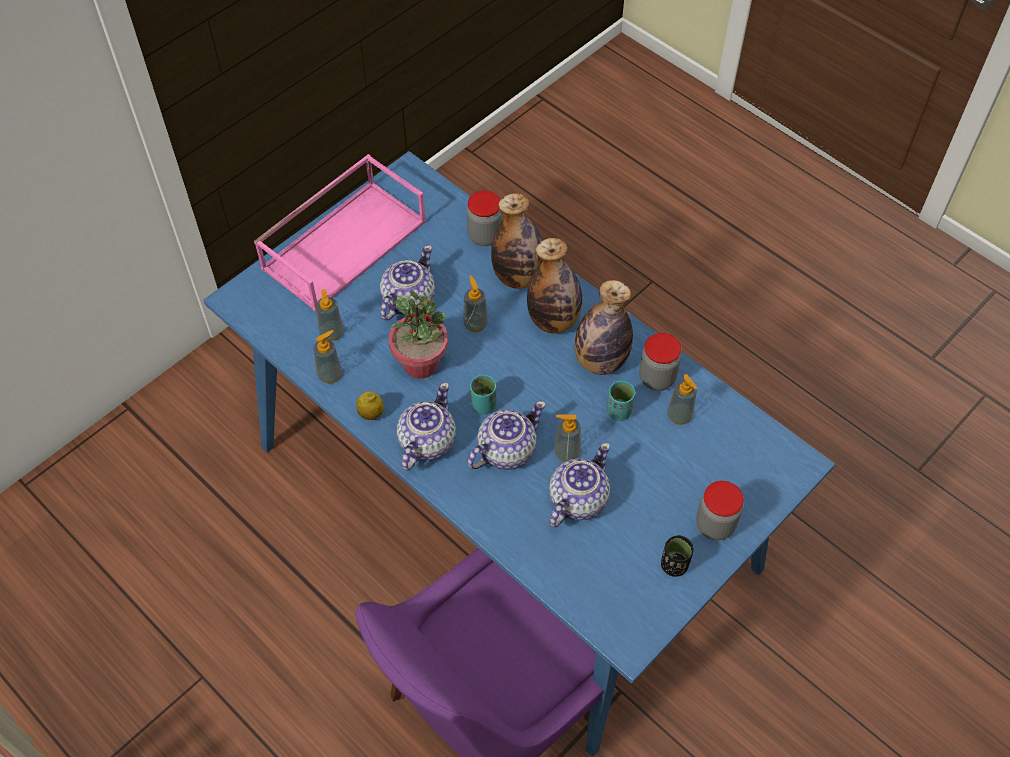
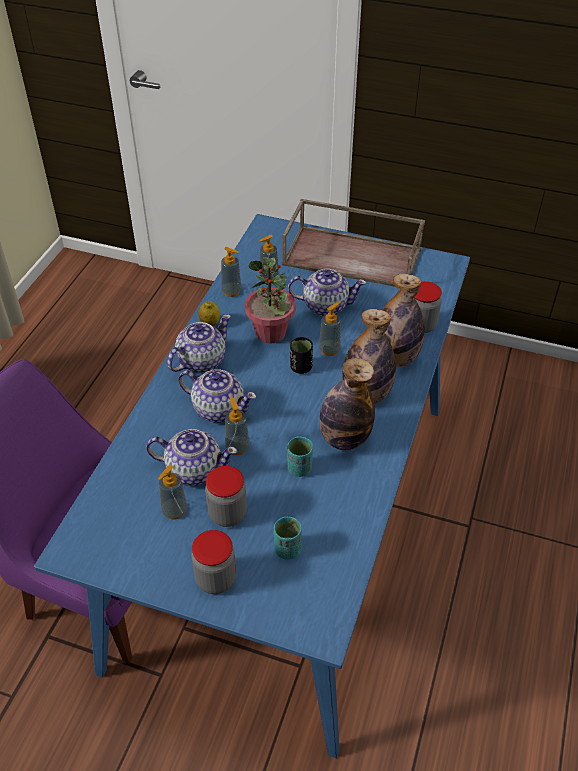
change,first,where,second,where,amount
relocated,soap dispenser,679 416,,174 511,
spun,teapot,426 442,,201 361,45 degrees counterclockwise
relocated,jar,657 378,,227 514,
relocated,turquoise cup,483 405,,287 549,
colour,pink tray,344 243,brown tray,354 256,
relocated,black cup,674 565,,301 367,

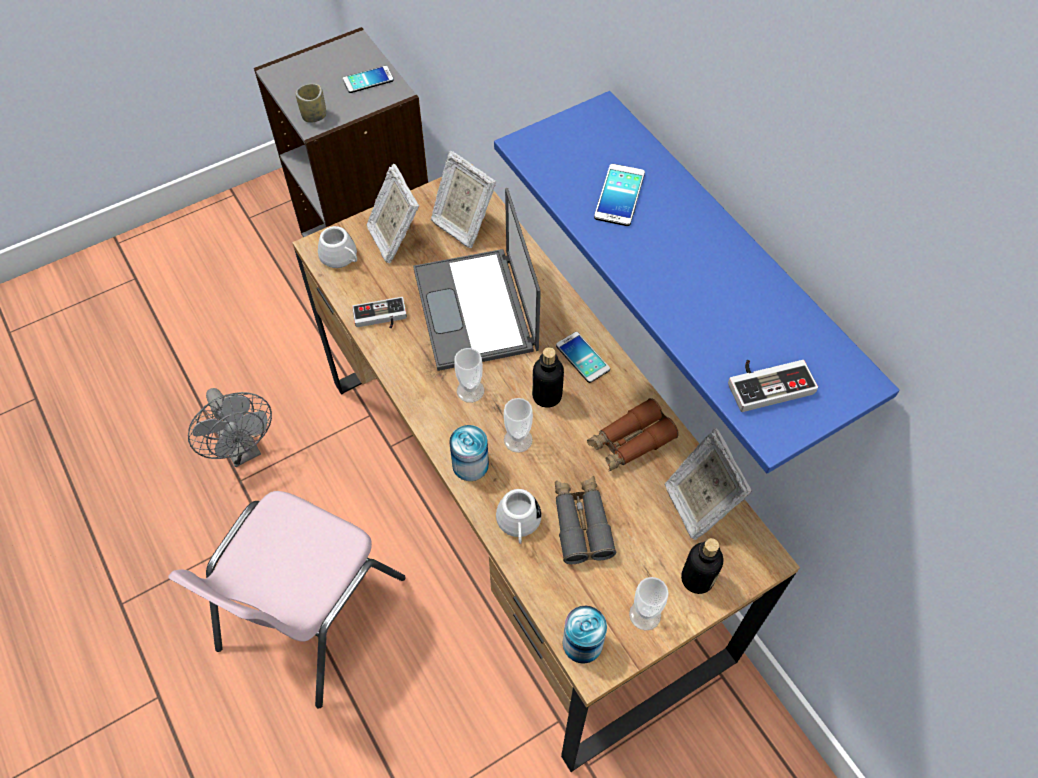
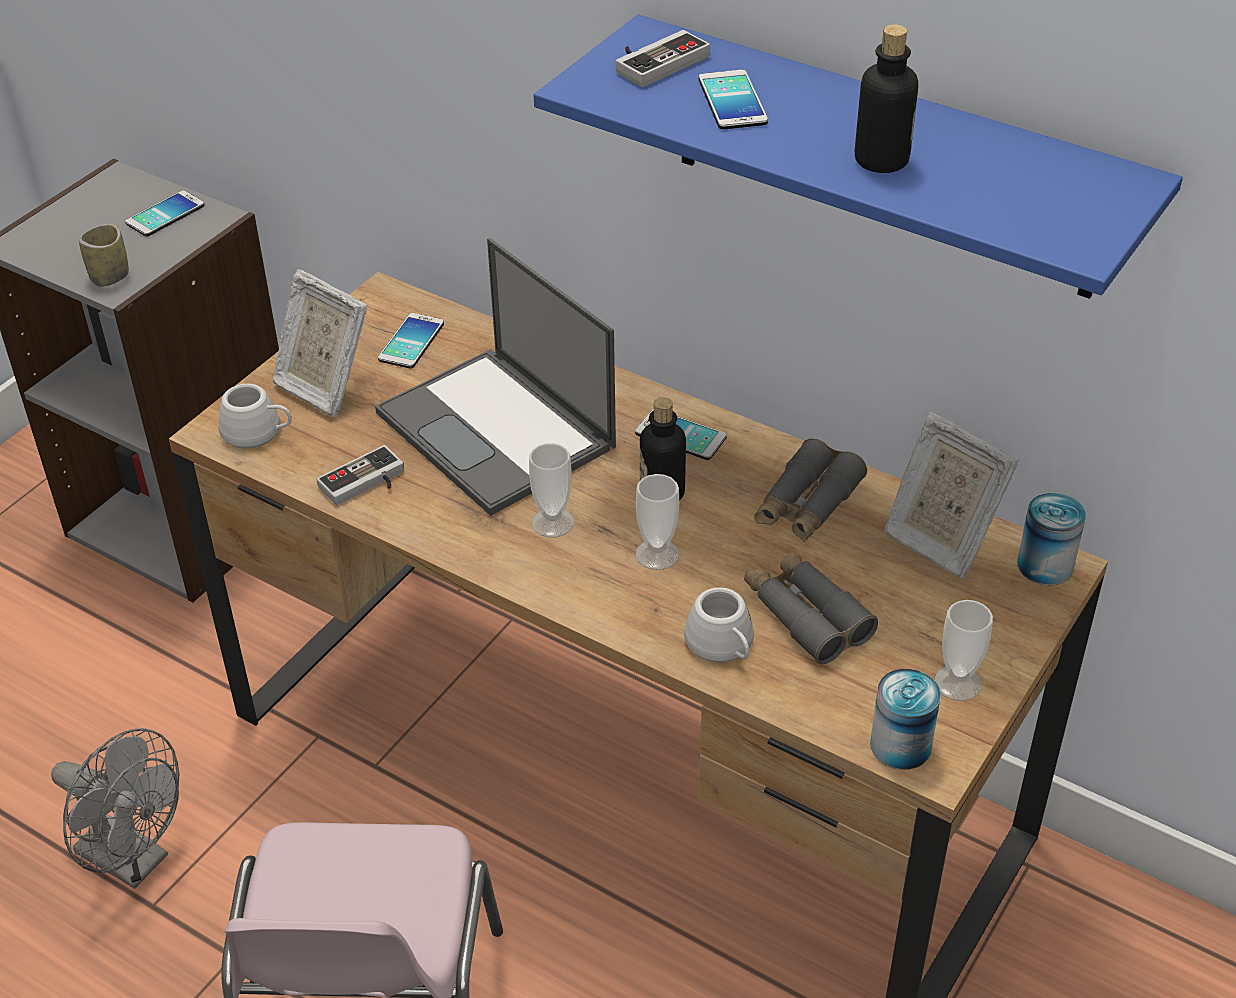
change,first,where,second,where,amount
exchanged,picture frame,462 224,phone,411 342,
relocated,game controller,767 382,,656 61,
colour,brown binoculars,630 442,grey binoculars,807 504,
relocated,bottle,697 578,,881 160,
relocated,can,470 464,,1045 565,

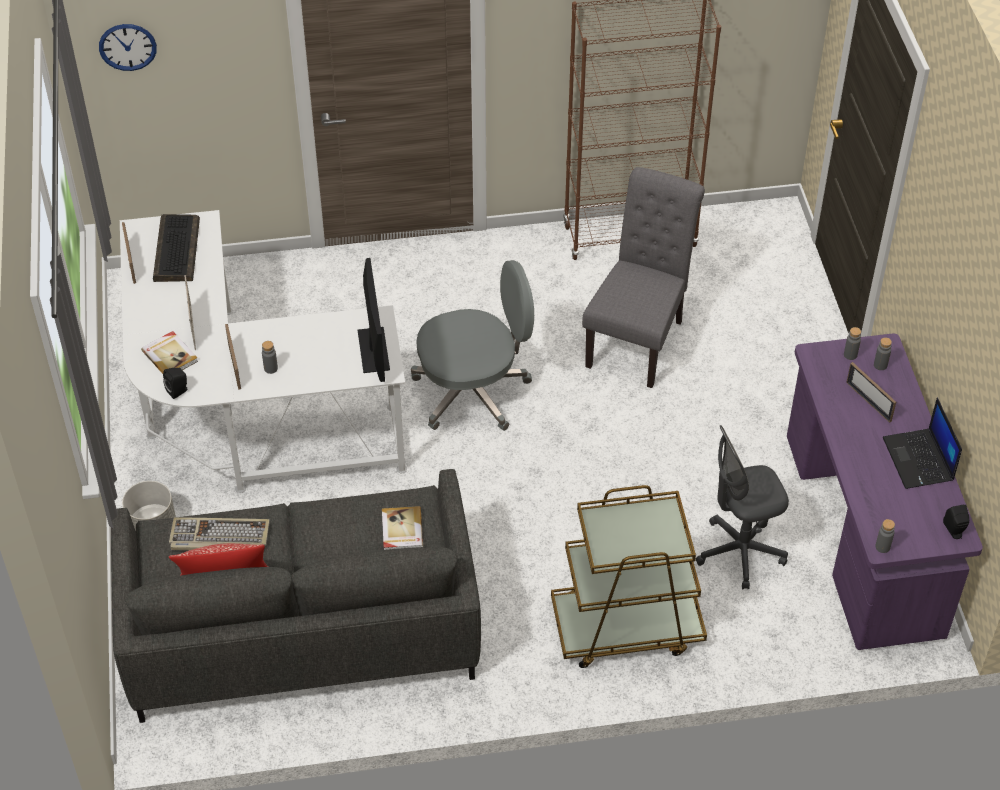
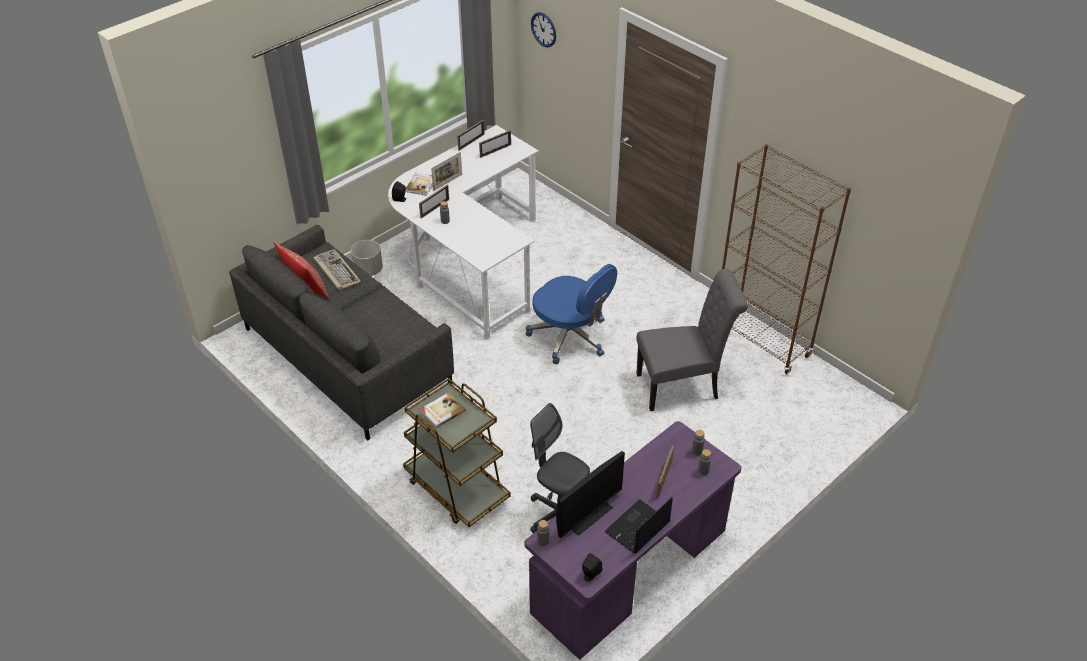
change,first,where,second,where,amount
relocated,book,401 530,,442 411,
exchanged,keyboard,176 249,picture frame,495 151,
colour,grey office chair,473 391,blue office chair,570 337,
relocated,monitor,373 350,,587 515,

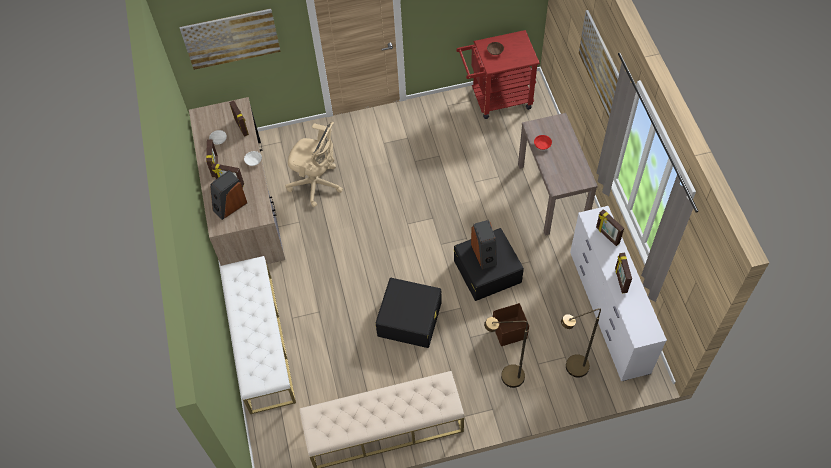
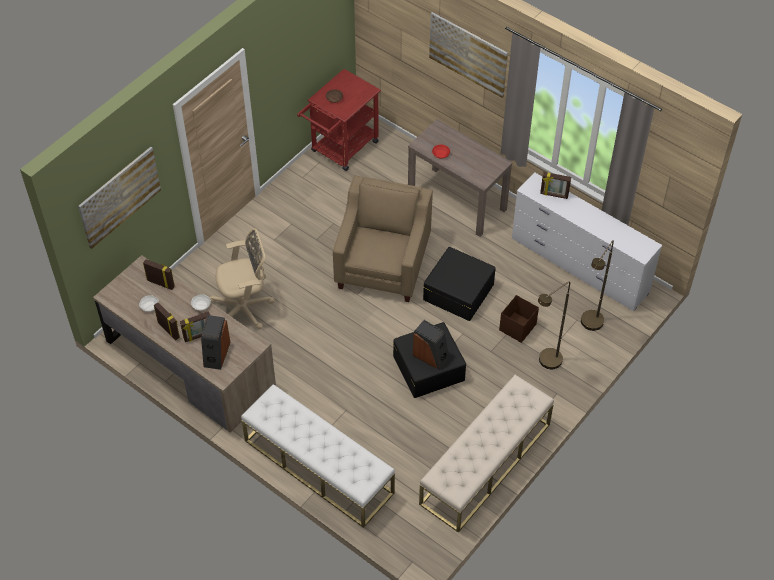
change,first,where,second,where,amount
appeared,,,beige armchair,383 264,
relocated,speaker,484 254,,431 356,
missing,picture frame,620 280,,,

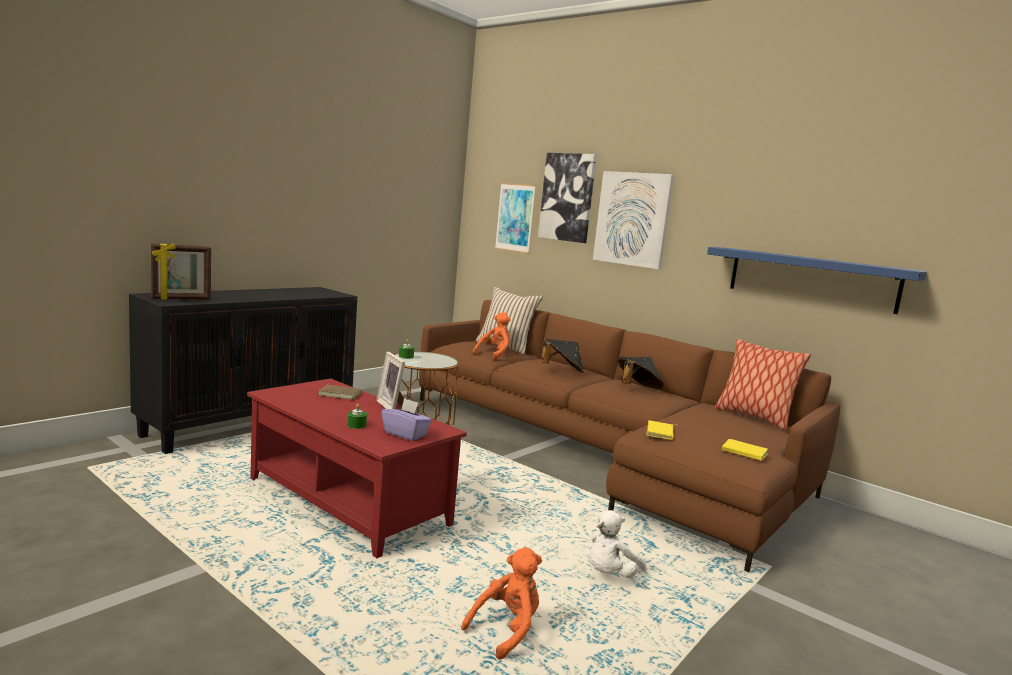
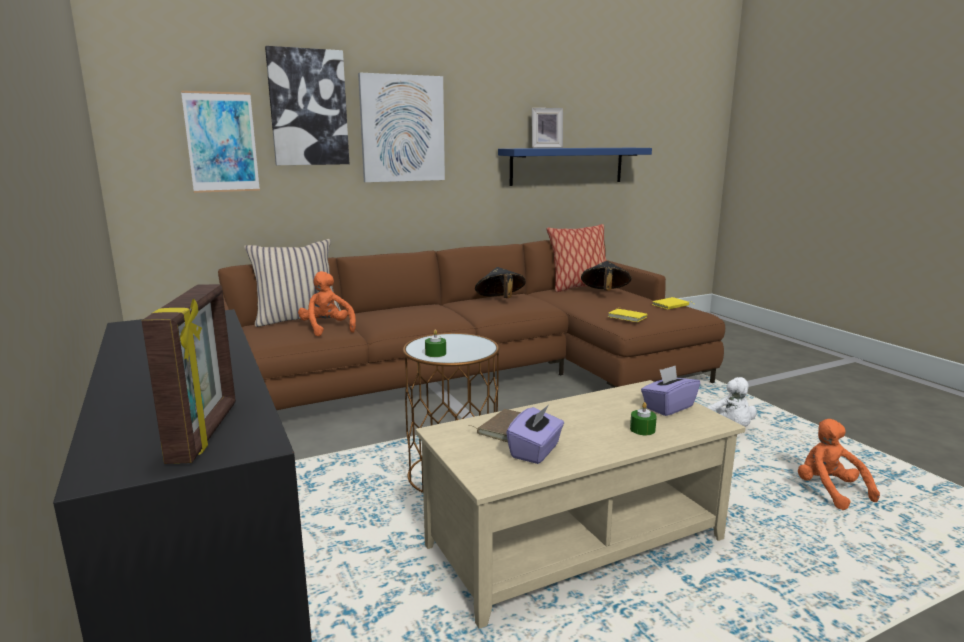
change,first,where,second,where,amount
colour,red coffee table,349 501,beige coffee table,574 542,
appeared,,,purple tissue box,535 451,
relocated,picture frame,392 406,,546 148,
relocated,black hat,562 371,,604 293,

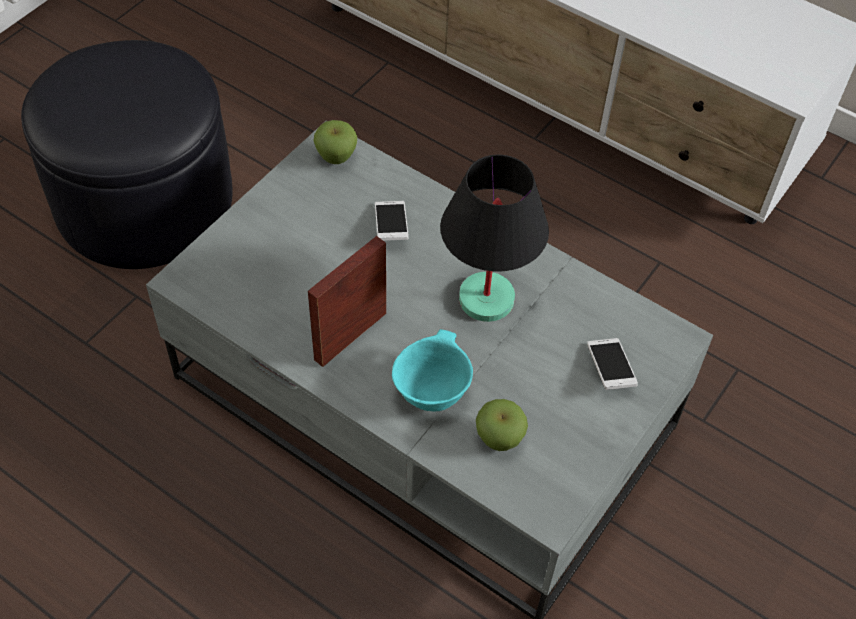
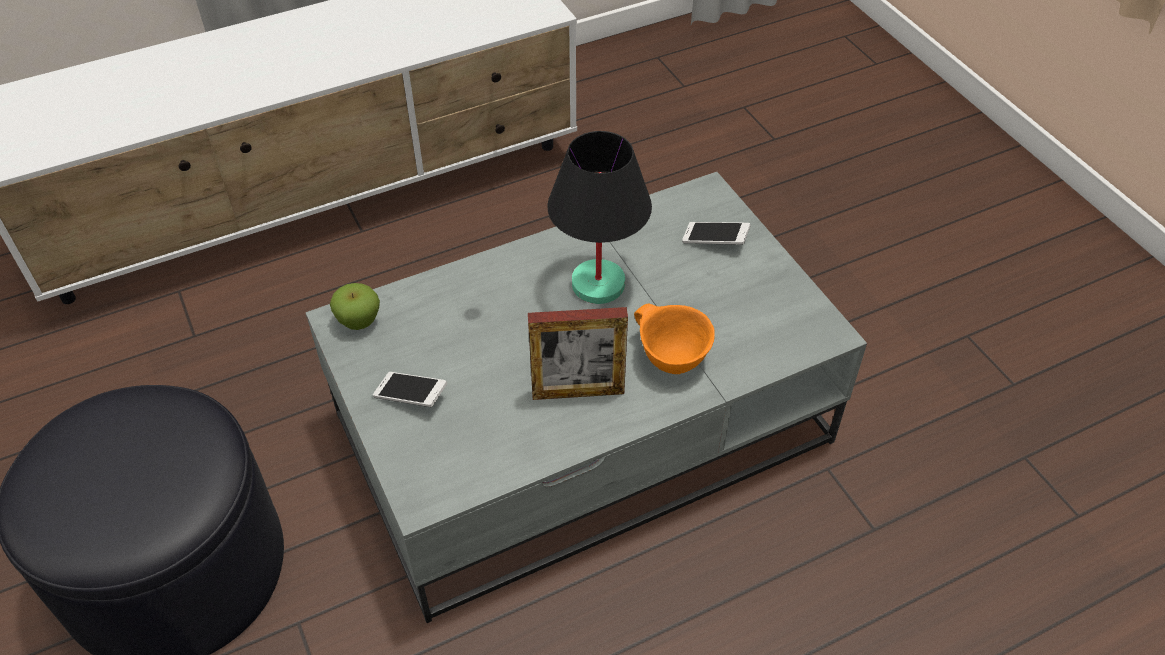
change,first,where,second,where,amount
relocated,phone,391 227,,411 396,
spun,picture frame,350 336,,578 392,75 degrees counterclockwise
colour,turquoise bowl,430 392,orange bowl,671 359,
missing,apple,499 438,,,

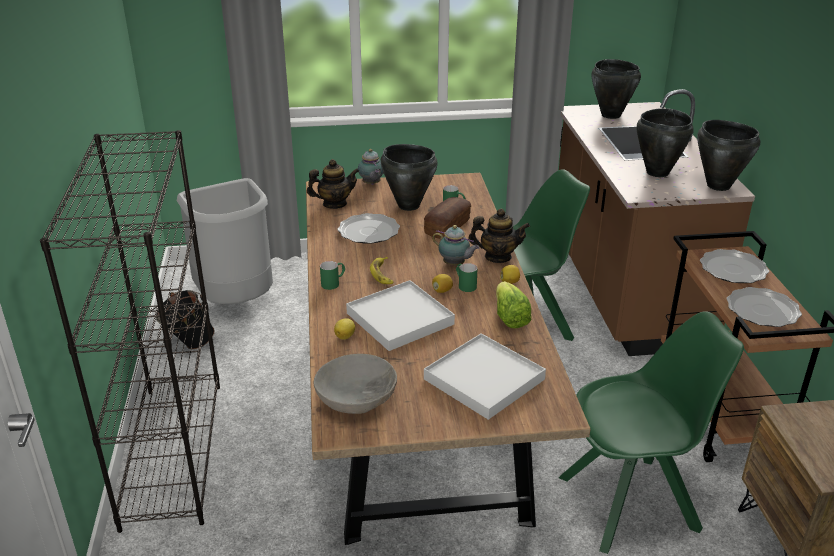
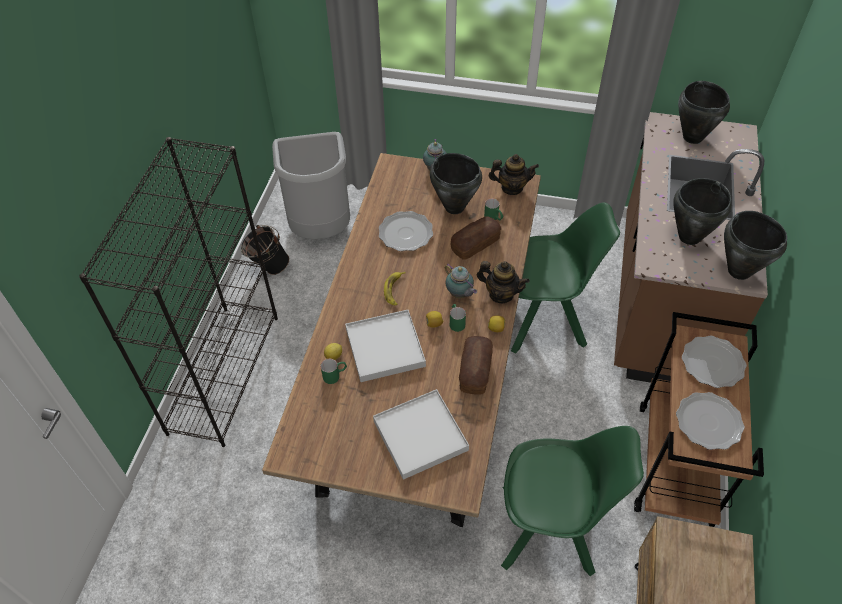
change,first,where,second,where,amount
relocated,green mug,334 283,,335 375,
exchanged,lettuce,509 317,bread,475 371,
relocated,teapot,334 204,,511 188,
missing,grey bowl,356 398,,,

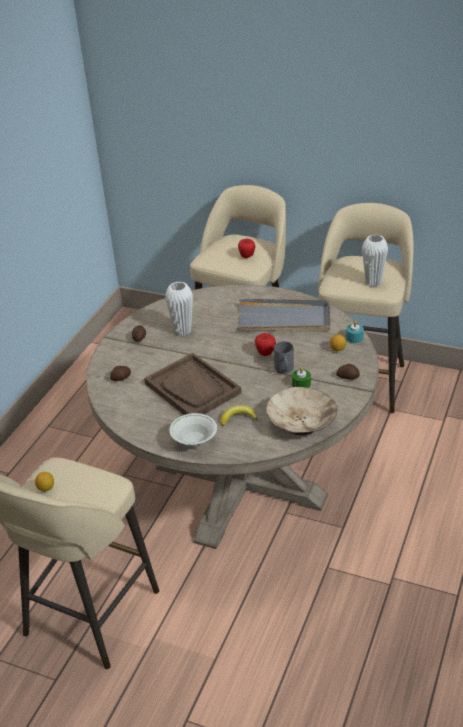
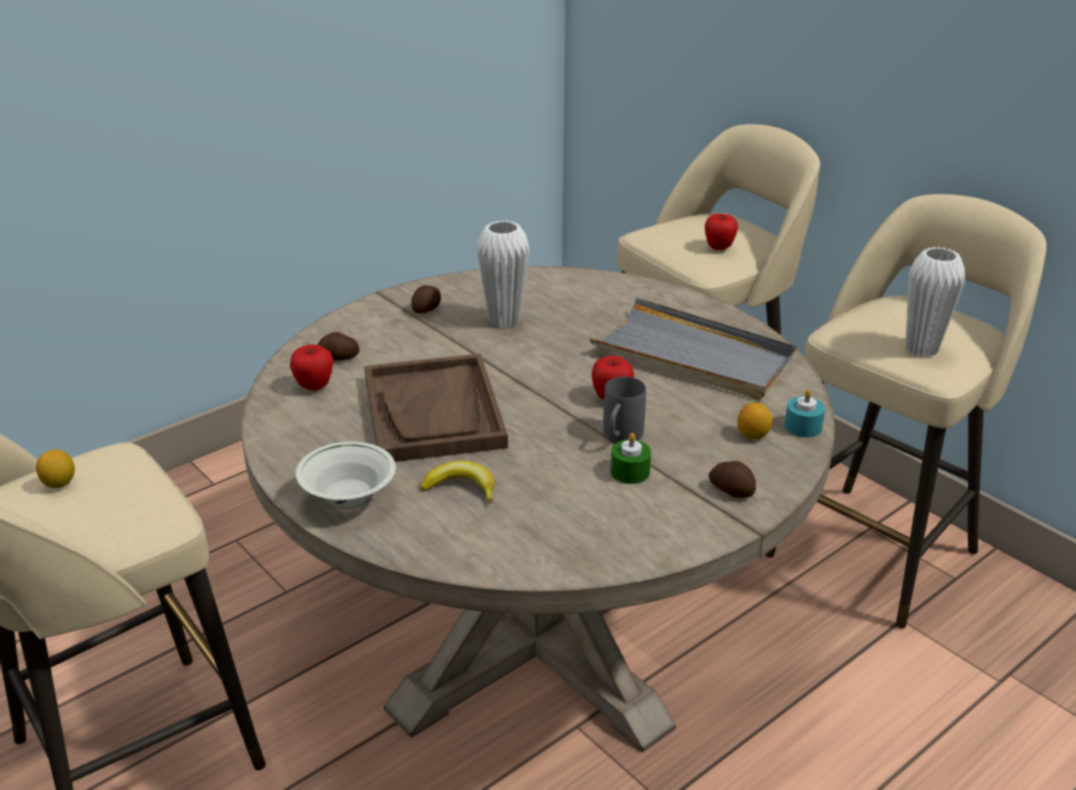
change,first,where,second,where,amount
appeared,,,apple,314 387,
missing,beige bowl,302 423,,,

